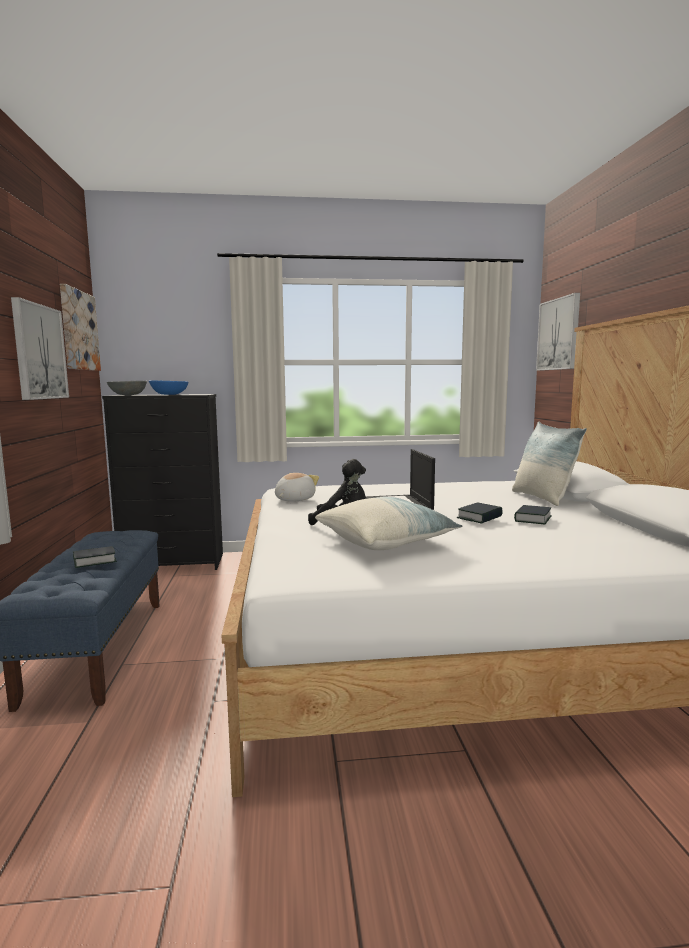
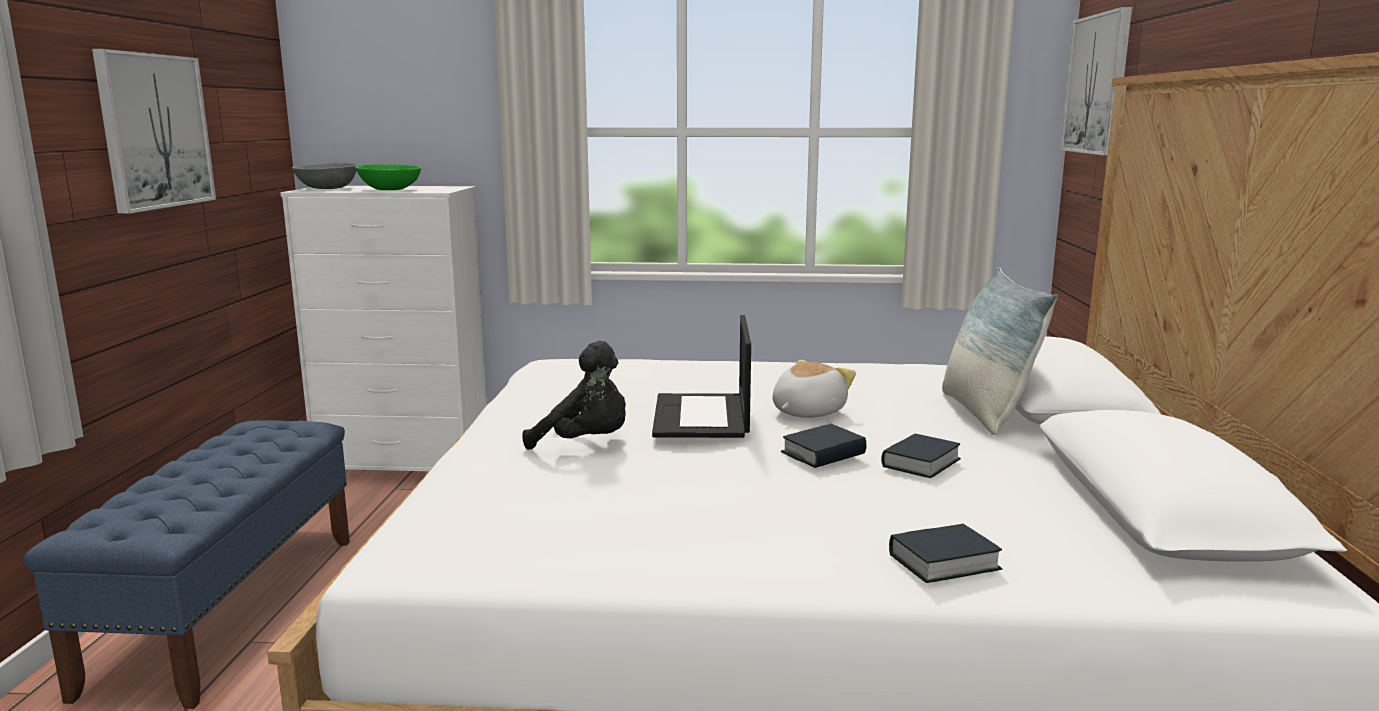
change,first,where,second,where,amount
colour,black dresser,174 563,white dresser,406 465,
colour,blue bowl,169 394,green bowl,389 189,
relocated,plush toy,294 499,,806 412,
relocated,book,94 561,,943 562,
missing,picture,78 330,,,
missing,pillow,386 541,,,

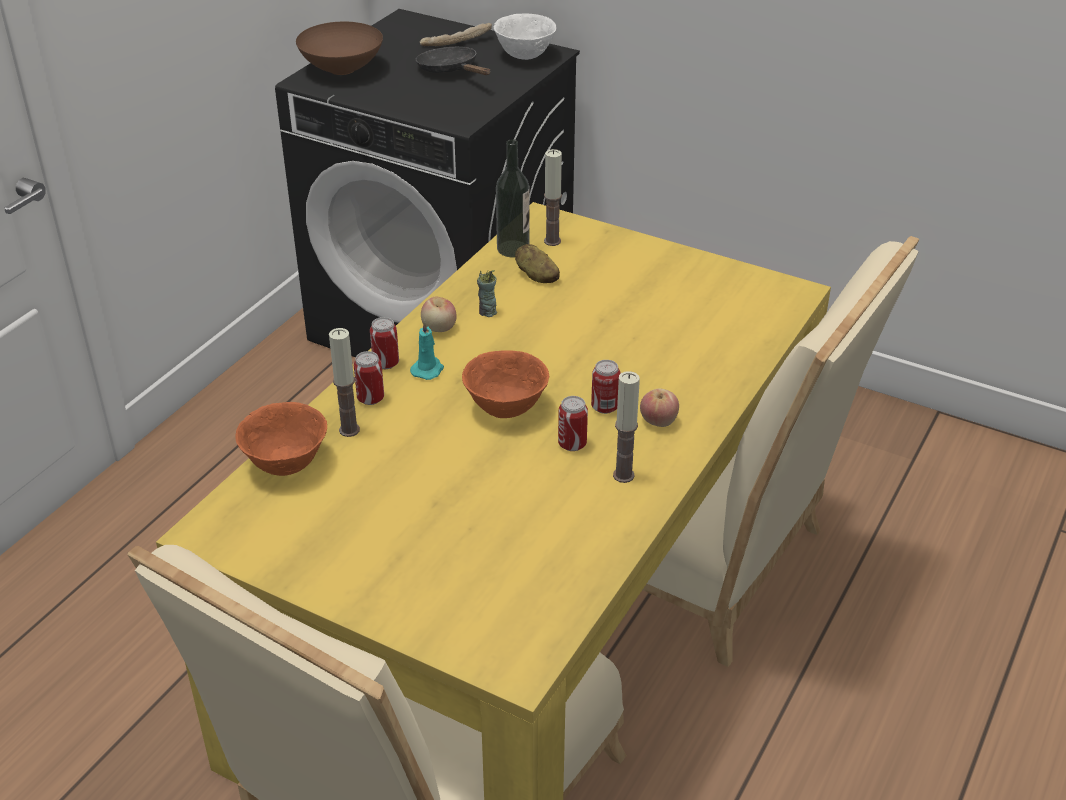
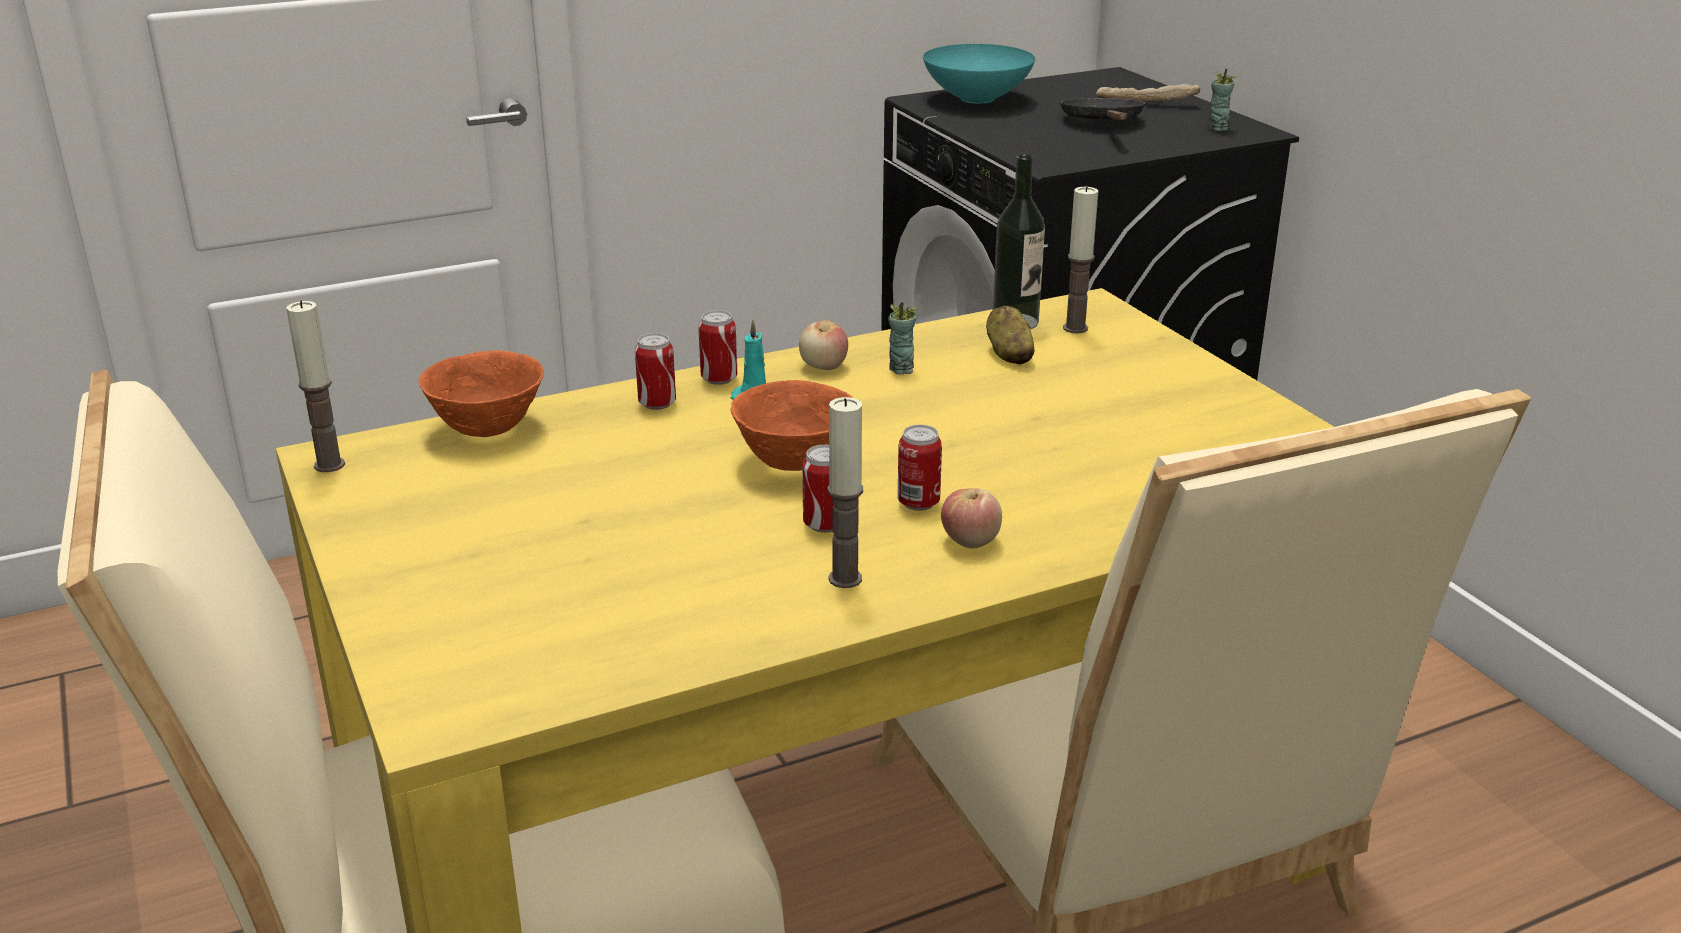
change,first,where,second,where,amount
relocated,candle,349 430,,329 465,
colour,brown bowl,341 69,turquoise bowl,976 98,
exchanged,white bowl,525 55,cup,1217 128,

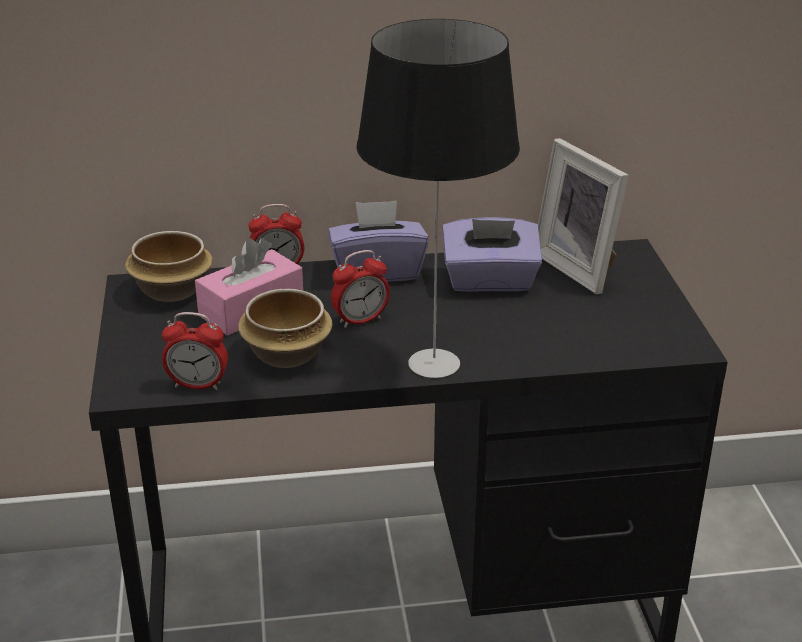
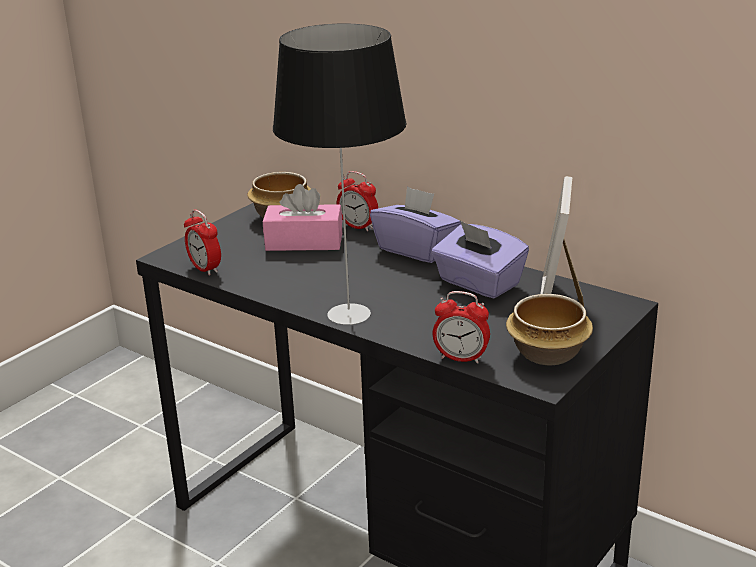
change,first,where,second,where,amount
relocated,alarm clock,360 320,,461 358,
relocated,bowl,288 353,,549 353,

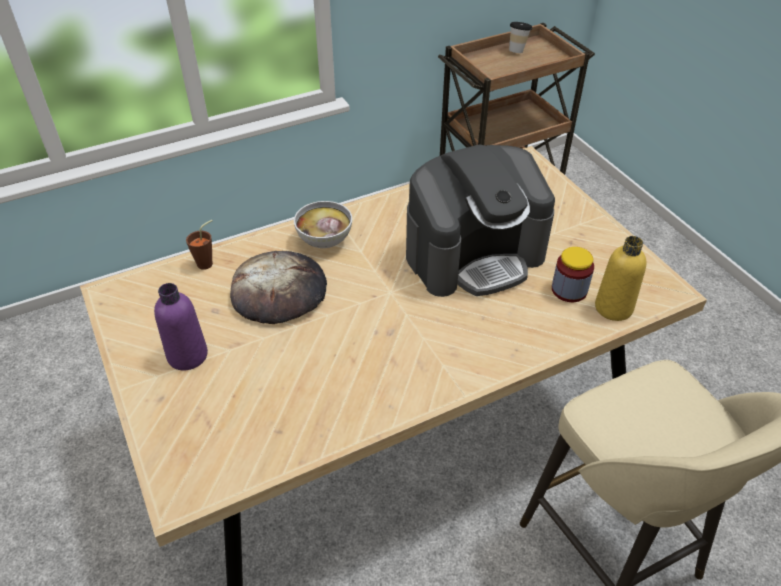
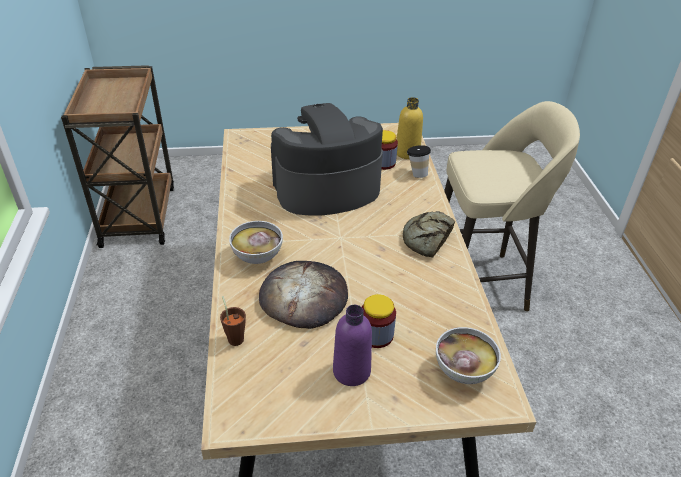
change,first,where,second,where,amount
spun,coffee machine,474 255,,326 188,105 degrees counterclockwise
appeared,,,jar,376 335,
appeared,,,bread,427 238,
relocated,cup,517 50,,416 173,
appeared,,,bowl,463 371,

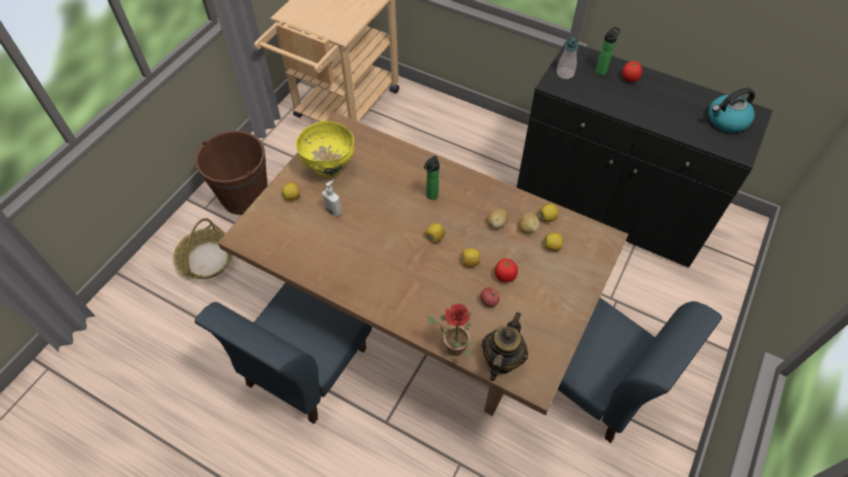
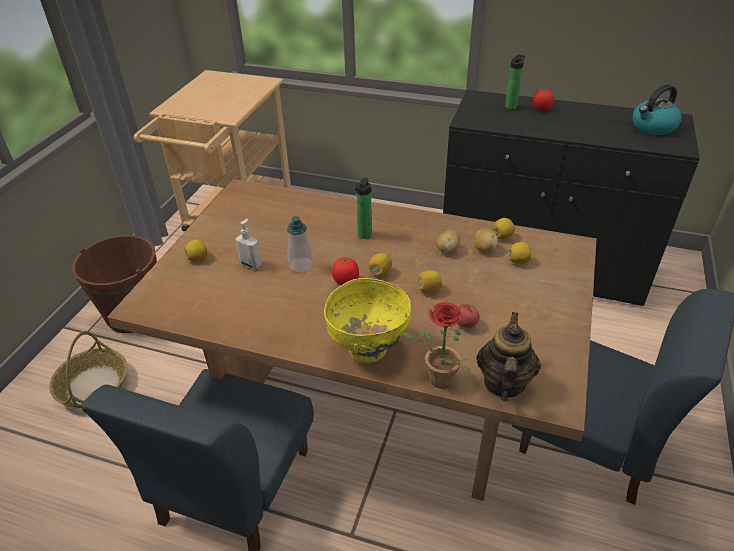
change,first,where,second,where,amount
relocated,soap dispenser,565 73,,301 265,
relocated,yellow bowl,329 168,,368 349,
relocated,tomato,505 276,,346 281,

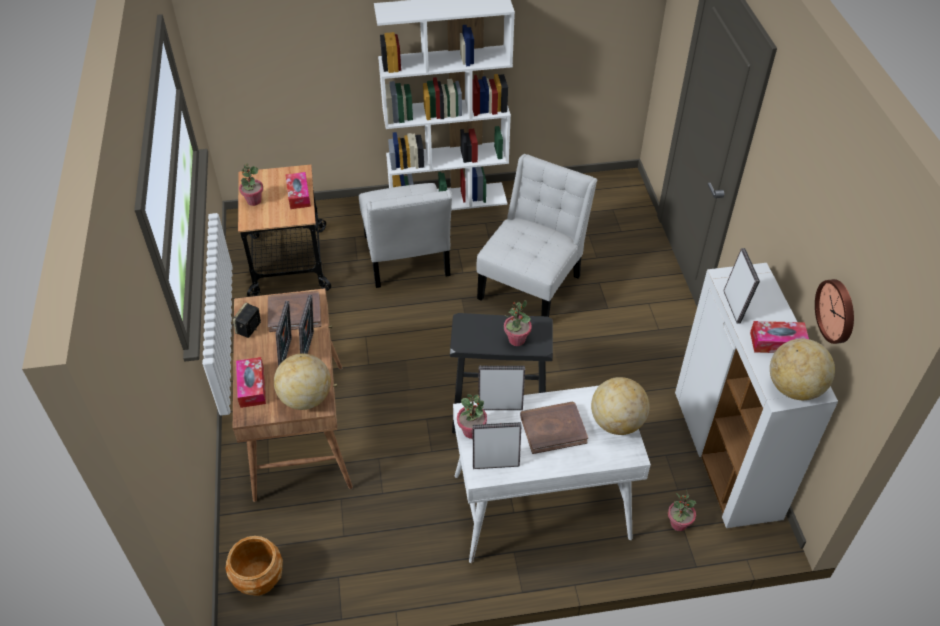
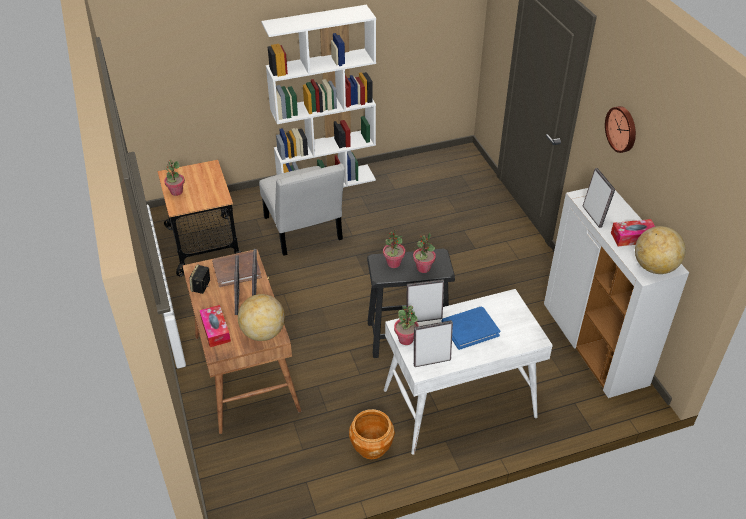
change,first,where,second,where,amount
relocated,brown planter,258 579,,371 447,
relocated,potted plant,678 524,,393 263,
colour,brown book,553 429,blue book,470 329,
relocated,wall clock,837 311,,622 129,
missing,tissue box,298 195,,,
missing,white chair,532 283,,,
missing,globe,616 422,,,

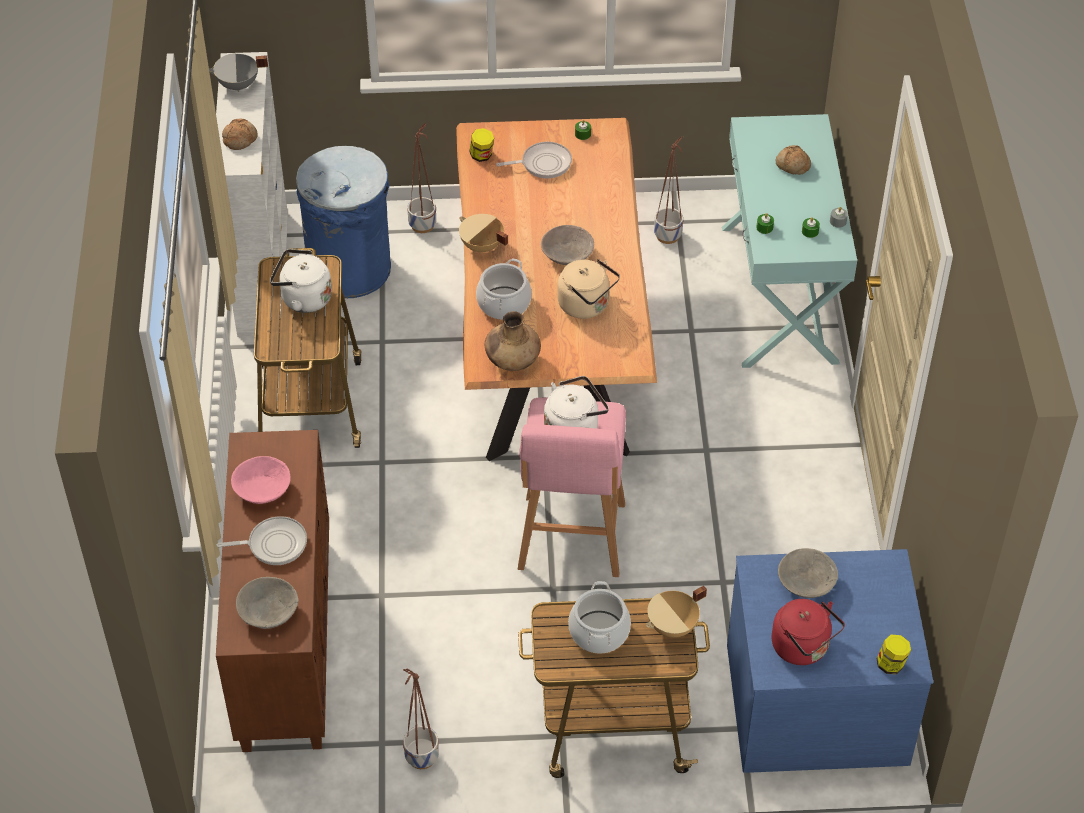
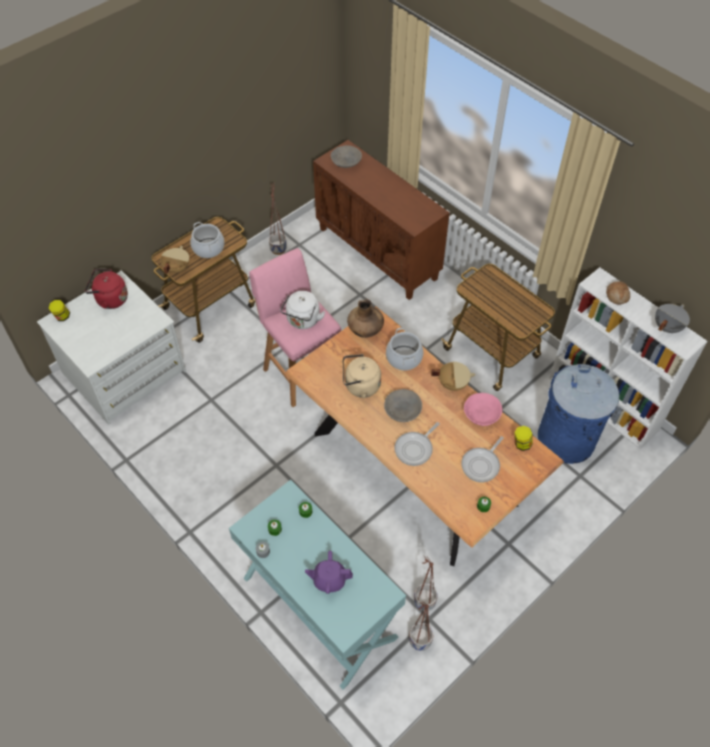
change,first,where,second,where,amount
colour,blue dresser,816 701,white dresser,125 373,
exchanged,bread,792 165,purple teapot,329 580,
relocated,frying pan,274 544,,415 449,
relocated,planter,422 225,,420 641,
relocated,pink bowl,262 489,,481 414,
missing,white kettle,303 298,,,
missing,grey bowl,806 583,,,

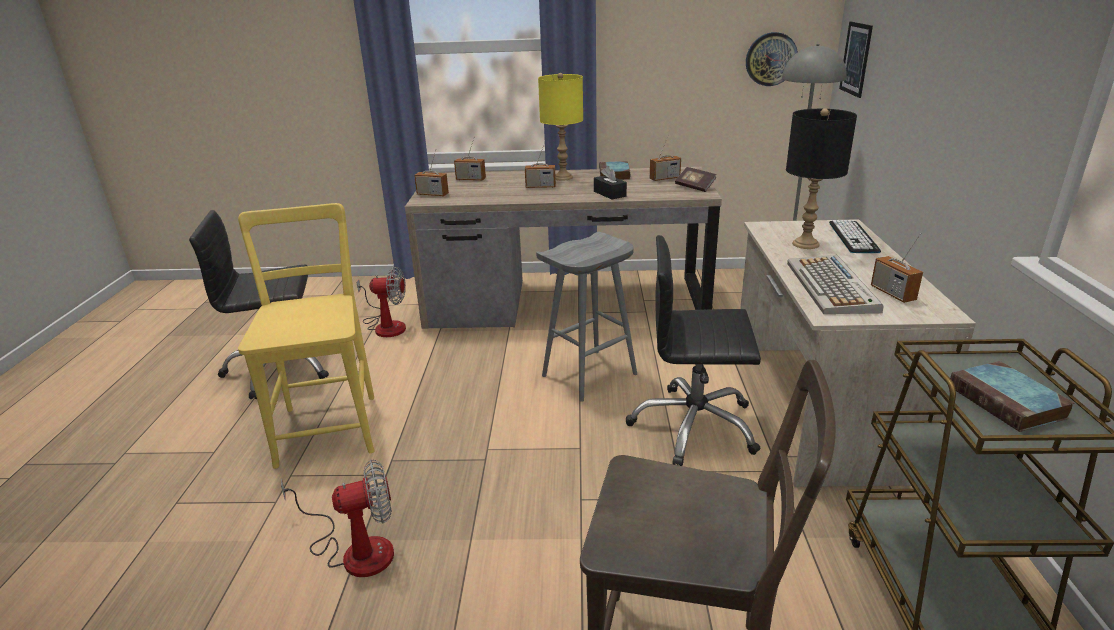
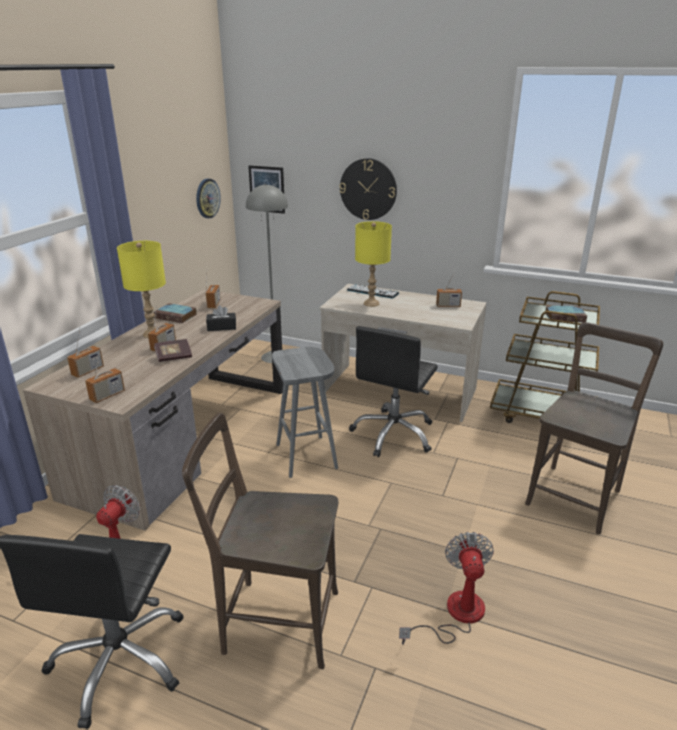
change,first,where,second,where,amount
relocated,book,695 187,,174 357,
colour,yellow chair,329 425,brown chair,274 620,
appeared,,,wall clock,368 189,
colour,black table lamp,805 244,yellow table lamp,371 303,
missing,keyboard,832 287,,,

